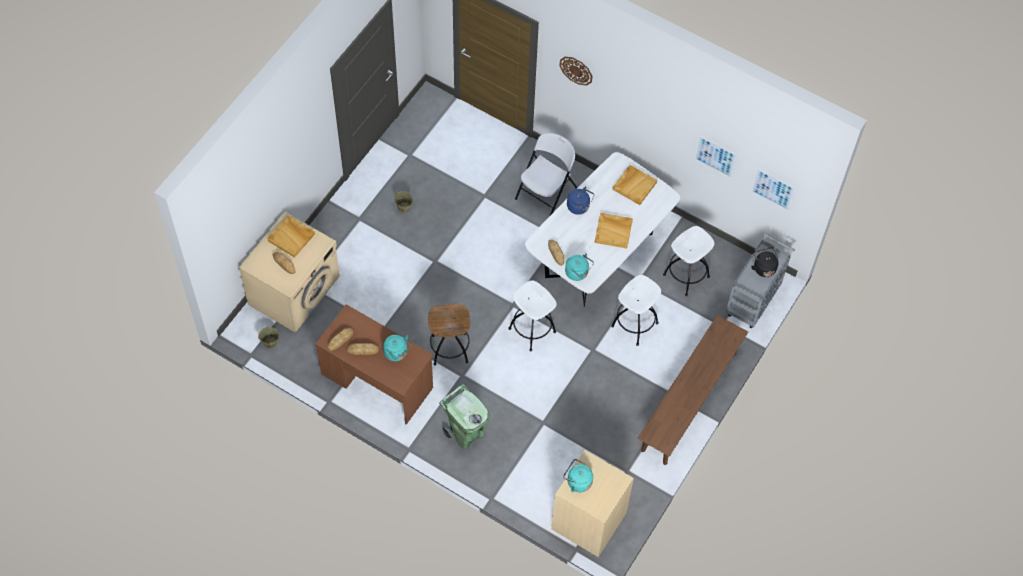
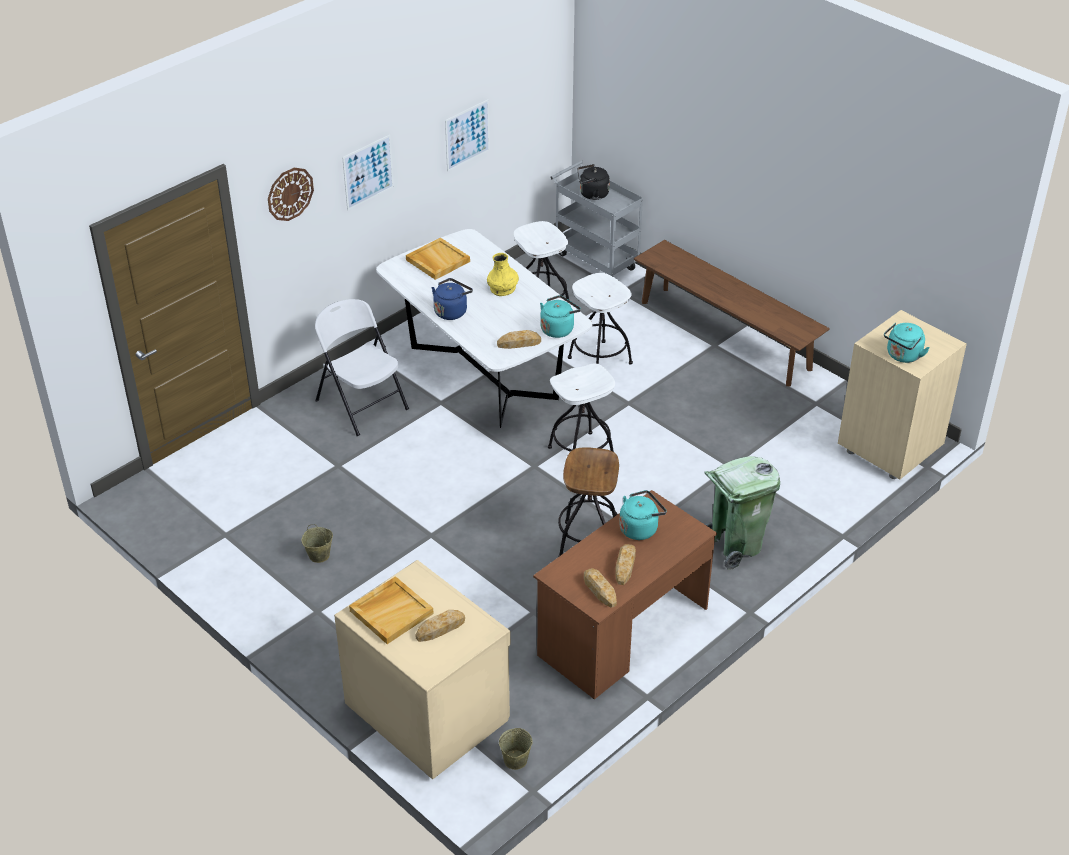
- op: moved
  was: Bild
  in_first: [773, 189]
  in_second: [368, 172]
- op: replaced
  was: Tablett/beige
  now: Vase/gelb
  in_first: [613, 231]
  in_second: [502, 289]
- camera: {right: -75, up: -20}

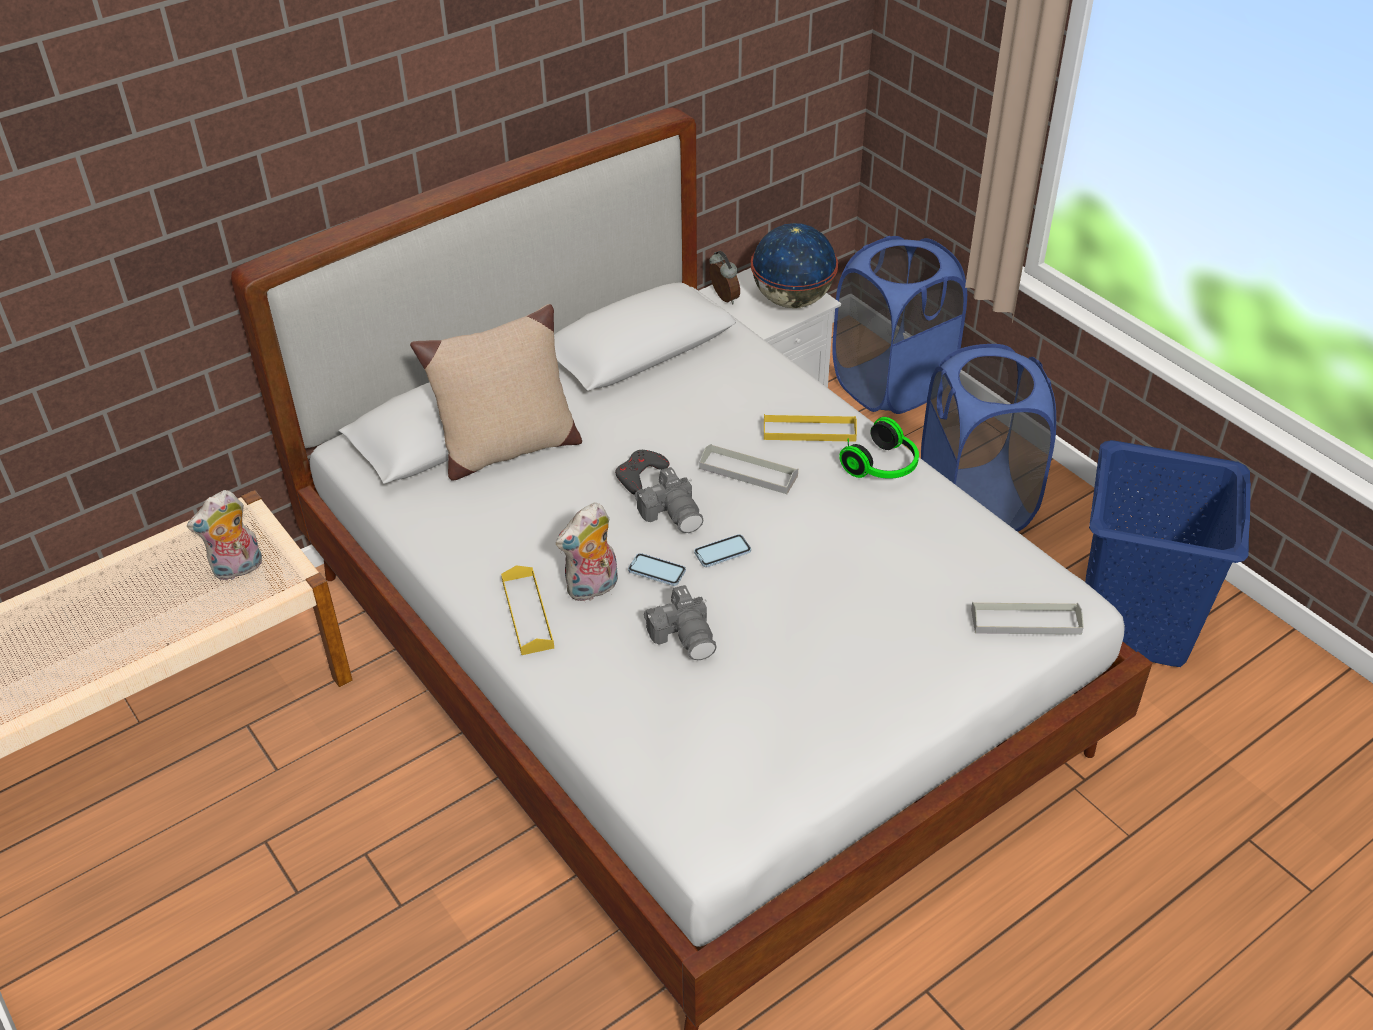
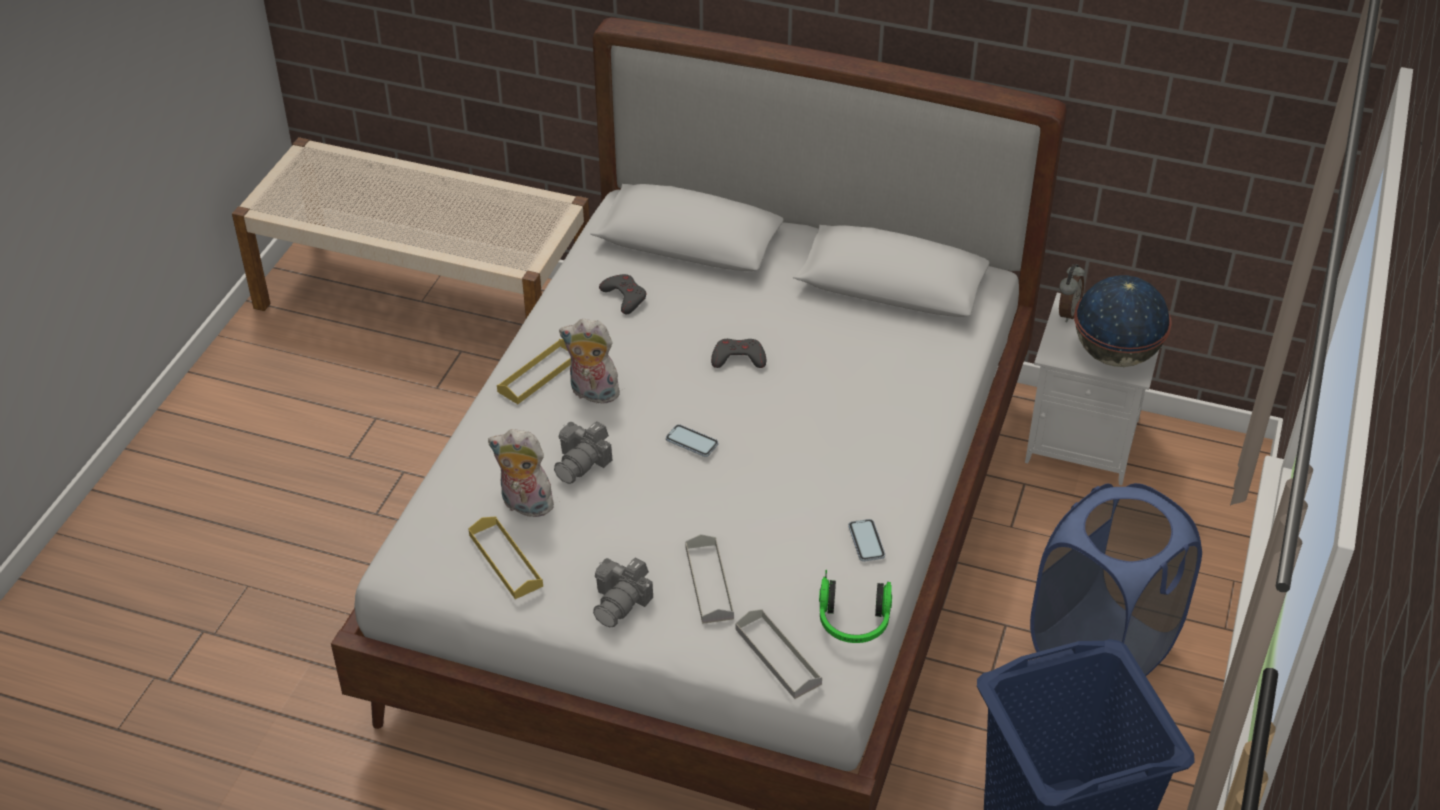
- op: removed
  was: Wäschekorb/blau
  in_first: [891, 384]
- op: removed
  was: Kissen/beige
  in_first: [507, 449]
- op: moved
  was: Tablett/gelb
  in_first: [809, 431]
  in_second: [505, 560]
- op: moved
  was: Kopfhörer
  in_first: [883, 467]
  in_second: [853, 624]
- op: moved
  was: Tablett/grau
  in_first: [748, 472]
  in_second: [709, 583]
- op: moved
  was: Kamera
  in_first: [673, 513]
  in_second: [621, 601]
- op: moved
  was: Plüschtier
  in_first: [237, 569]
  in_second: [524, 505]
- op: moved
  was: Handy
  in_first: [657, 571]
  in_second: [866, 541]
- op: added
  now: Gamepad/grau
  in_second: [624, 297]
- camera: {right: 55, up: 0}

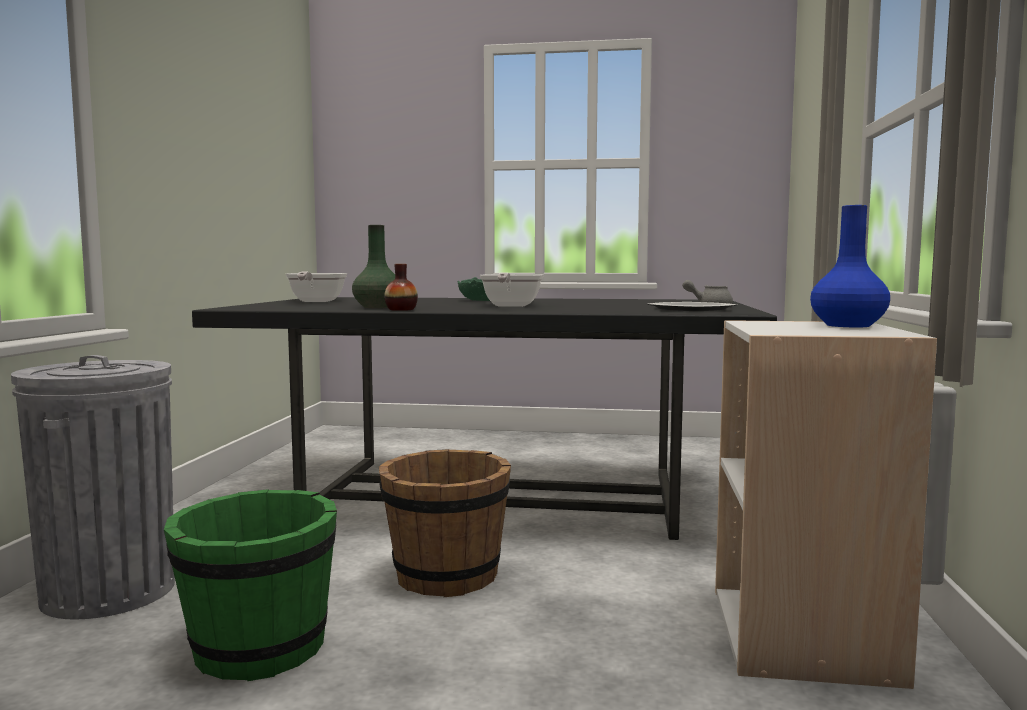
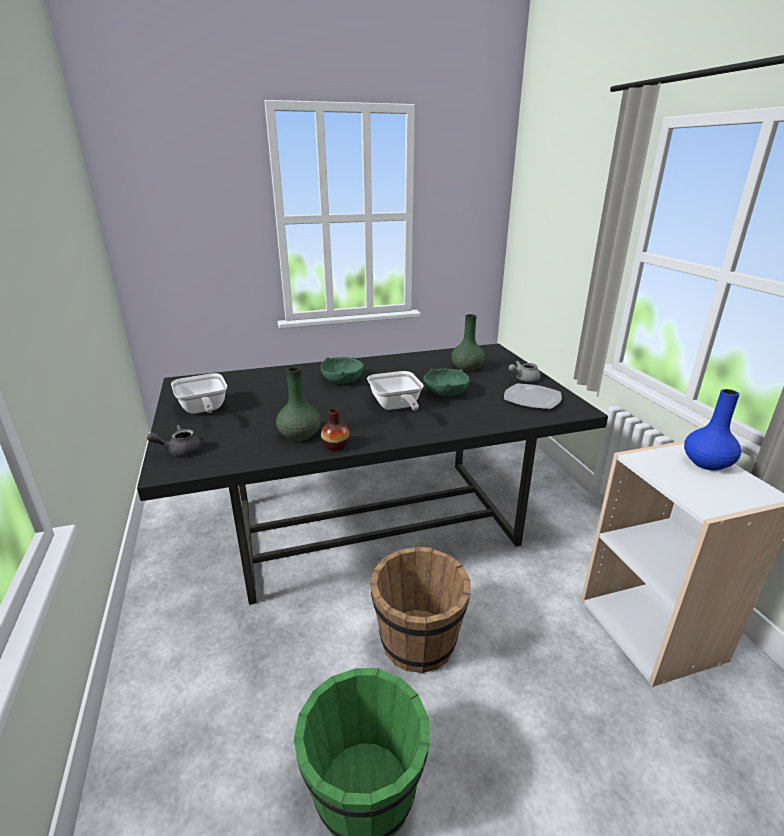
- op: removed
  was: Mülleimer/grau
  in_first: [109, 591]
- op: added
  now: Vase/grün
  in_second: [467, 368]
- op: added
  now: Schüssel/grün
  in_second: [446, 392]
- op: added
  now: Teekanne/grau
  in_second: [180, 450]
- camera: {right: -25, up: 20}

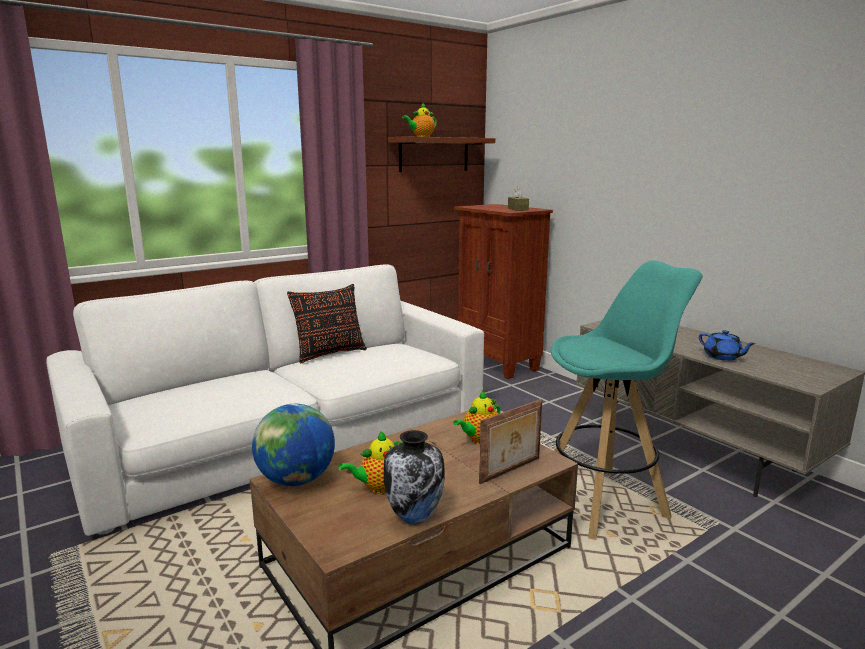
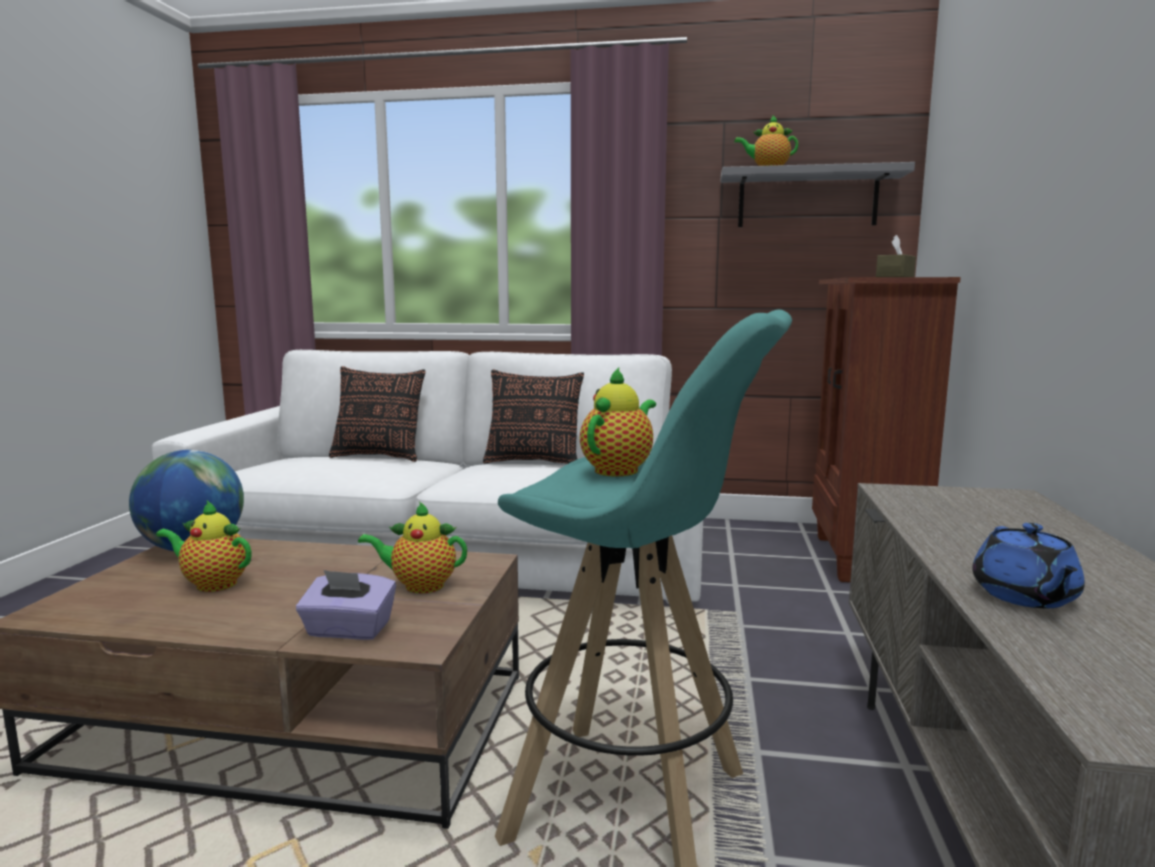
- op: recoloured
  was: Wandregal/braun
  now: Wandregal/grau
  in_first: [434, 154]
  in_second: [807, 199]
- op: replaced
  was: Bilderrahmen
  now: Taschentuchbox/lila
  in_first: [511, 471]
  in_second: [348, 630]
- op: removed
  was: Vase
  in_first: [415, 517]
- op: added
  now: Kissen/schwarz
  in_second: [379, 457]
- op: added
  now: Teekanne
  in_second: [619, 470]
- camera: {right: 45, up: -5}

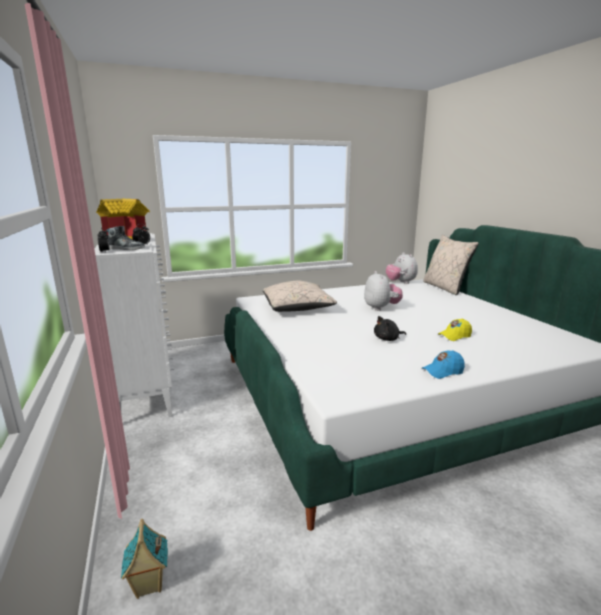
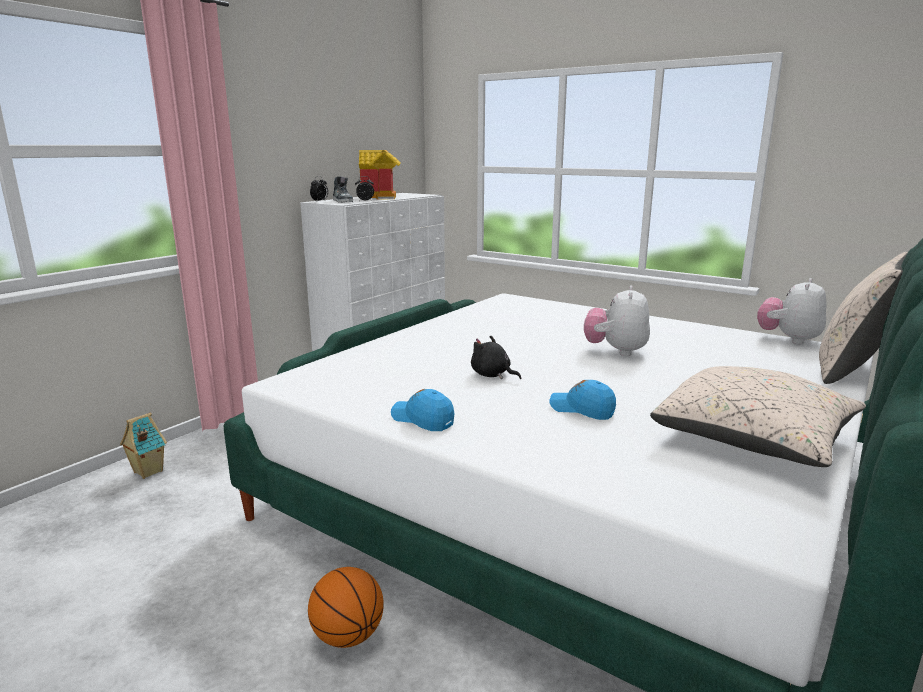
- op: turned
  was: Plüschtier
  in_first: [381, 308]
  in_second: [615, 351]
  clockwise: 150
- op: moved
  was: Kissen/beige
  in_first: [297, 308]
  in_second: [754, 440]
- op: recoloured
  was: Kappe/gelb
  now: Kappe/blau
  in_first: [454, 336]
  in_second: [582, 409]
- op: added
  now: Basketball
  in_second: [348, 636]
- camera: {right: 55, up: 0}

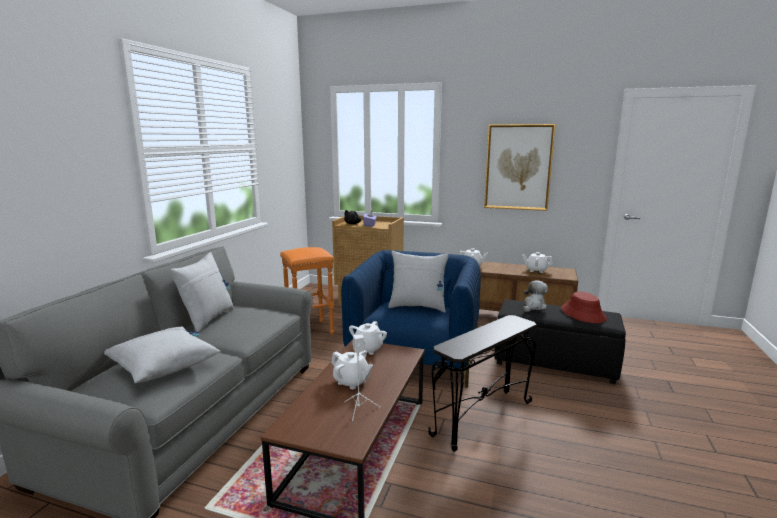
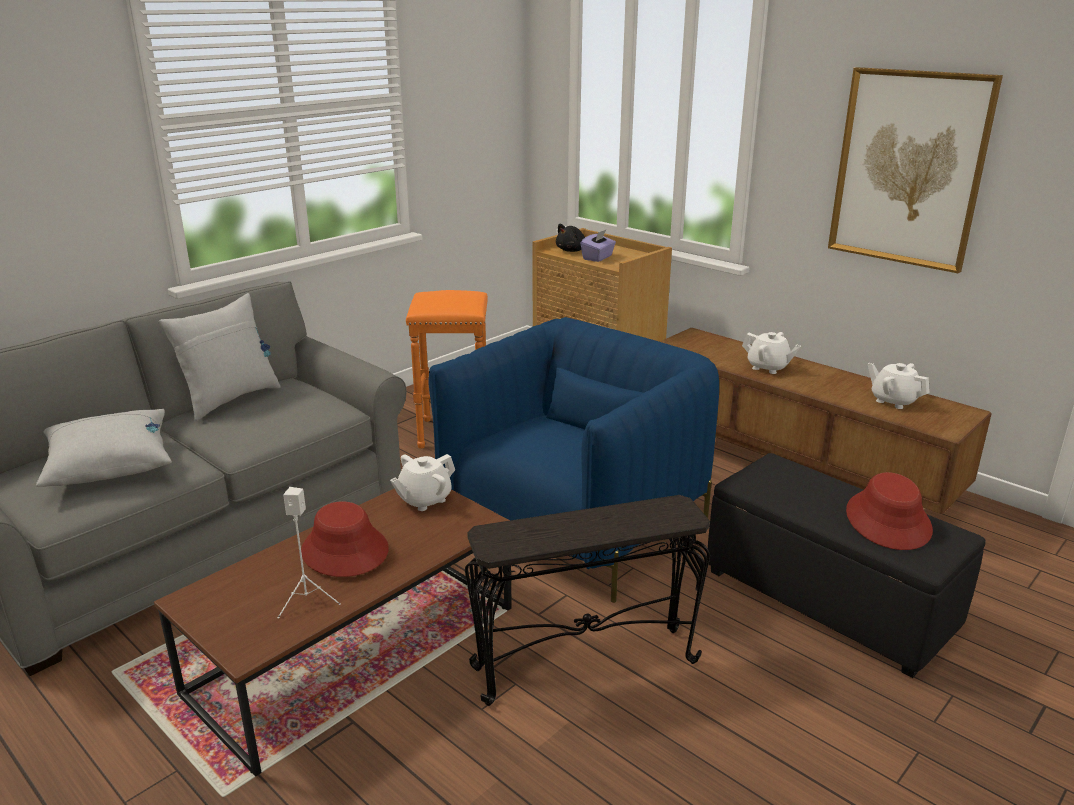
- op: removed
  was: Kissen/grau
  in_first: [417, 307]
- op: removed
  was: Plüschtier
  in_first: [533, 306]
- op: replaced
  was: Teekanne/weiß
  now: Hut/rot
  in_first: [351, 382]
  in_second: [344, 551]
- camera: {right: 25, up: 10}

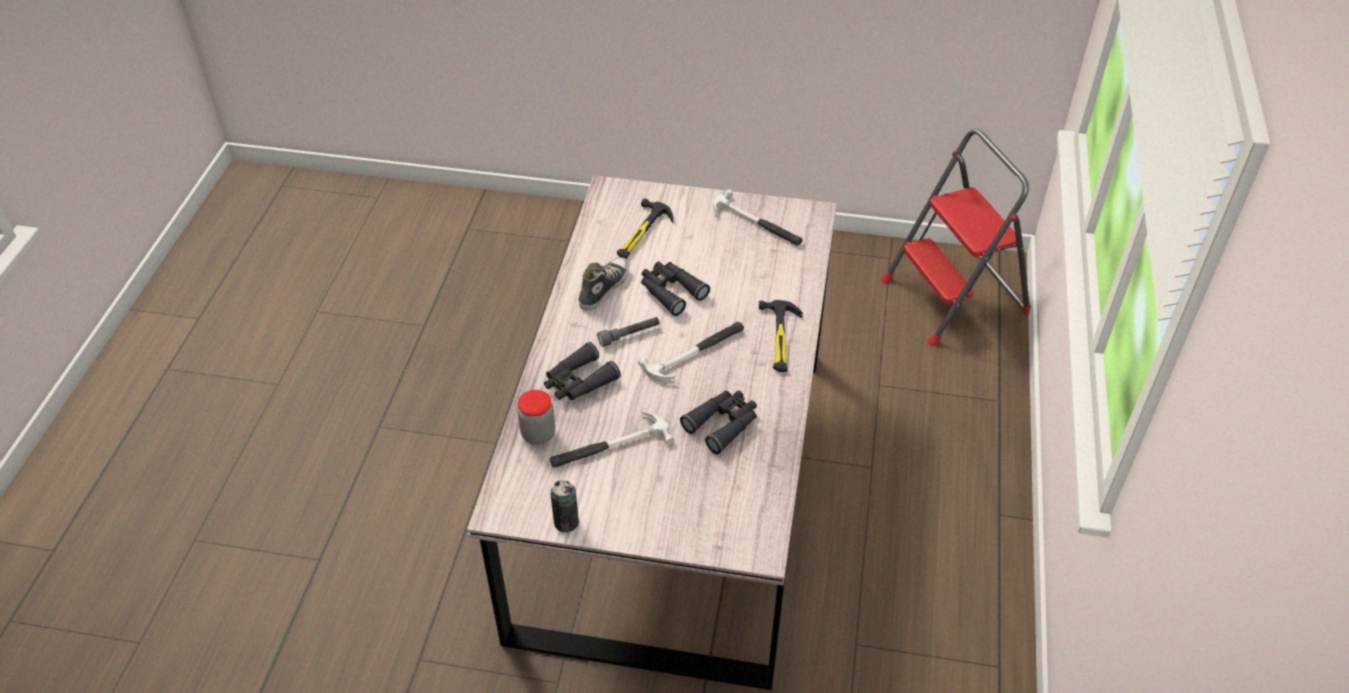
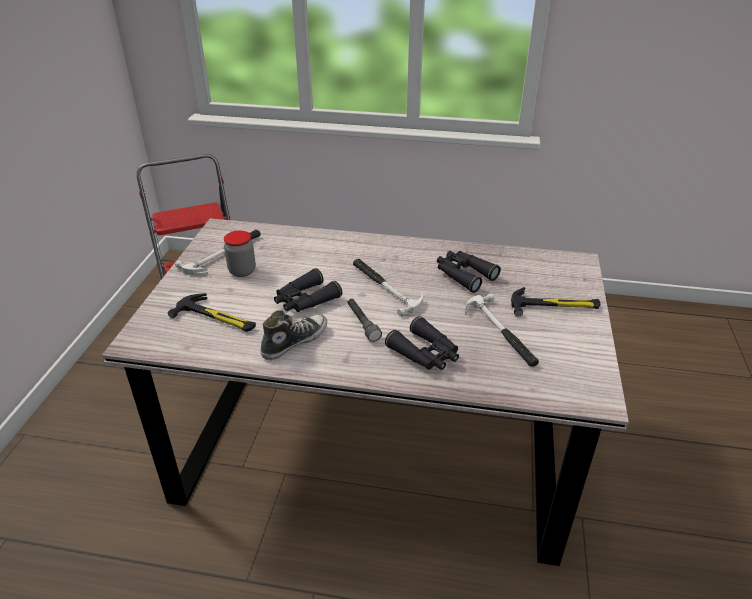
- op: turned
  was: Schuh
  in_first: [603, 288]
  in_second: [294, 341]
  clockwise: 105
- op: moved
  was: Hammer
  in_first: [780, 338]
  in_second: [554, 305]
- op: moved
  was: Vorratsglas
  in_first: [538, 434]
  in_second: [242, 271]
- op: removed
  was: Dose
  in_first: [566, 522]
- camera: {right: -90, up: -10}

